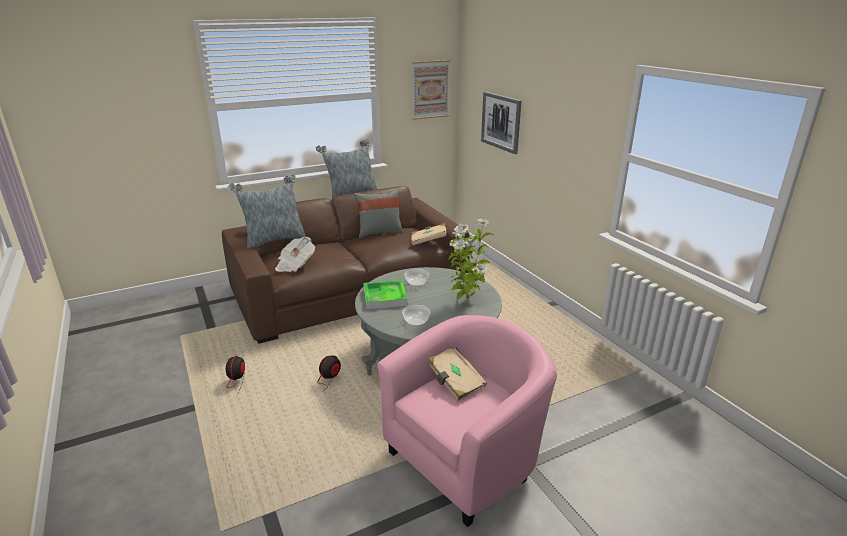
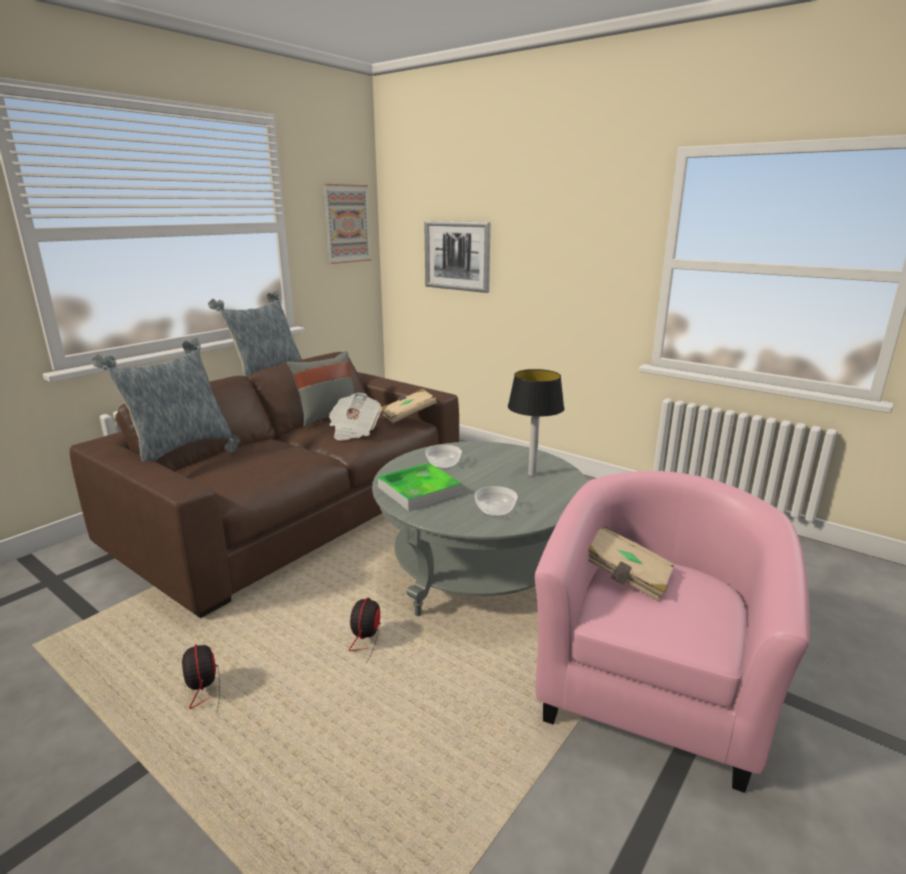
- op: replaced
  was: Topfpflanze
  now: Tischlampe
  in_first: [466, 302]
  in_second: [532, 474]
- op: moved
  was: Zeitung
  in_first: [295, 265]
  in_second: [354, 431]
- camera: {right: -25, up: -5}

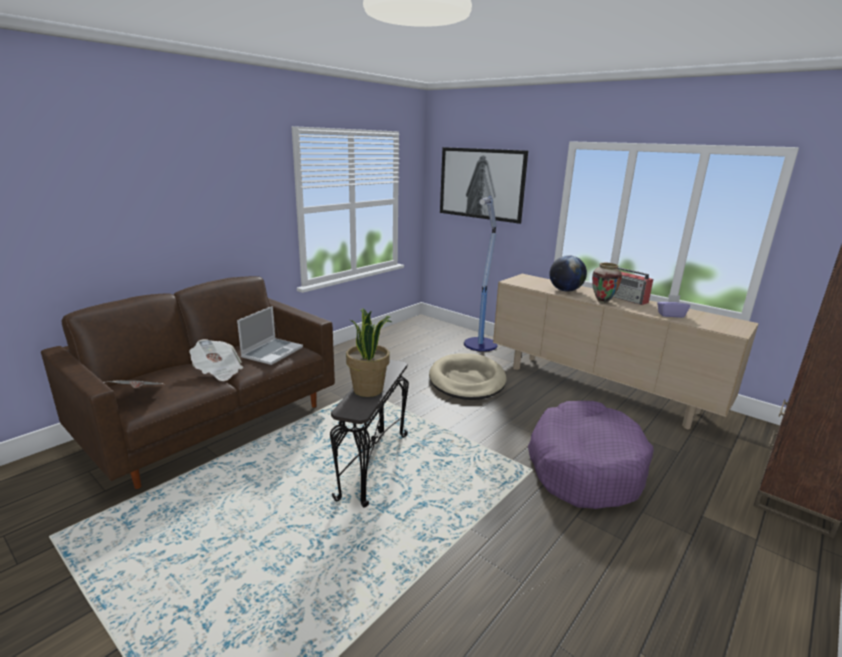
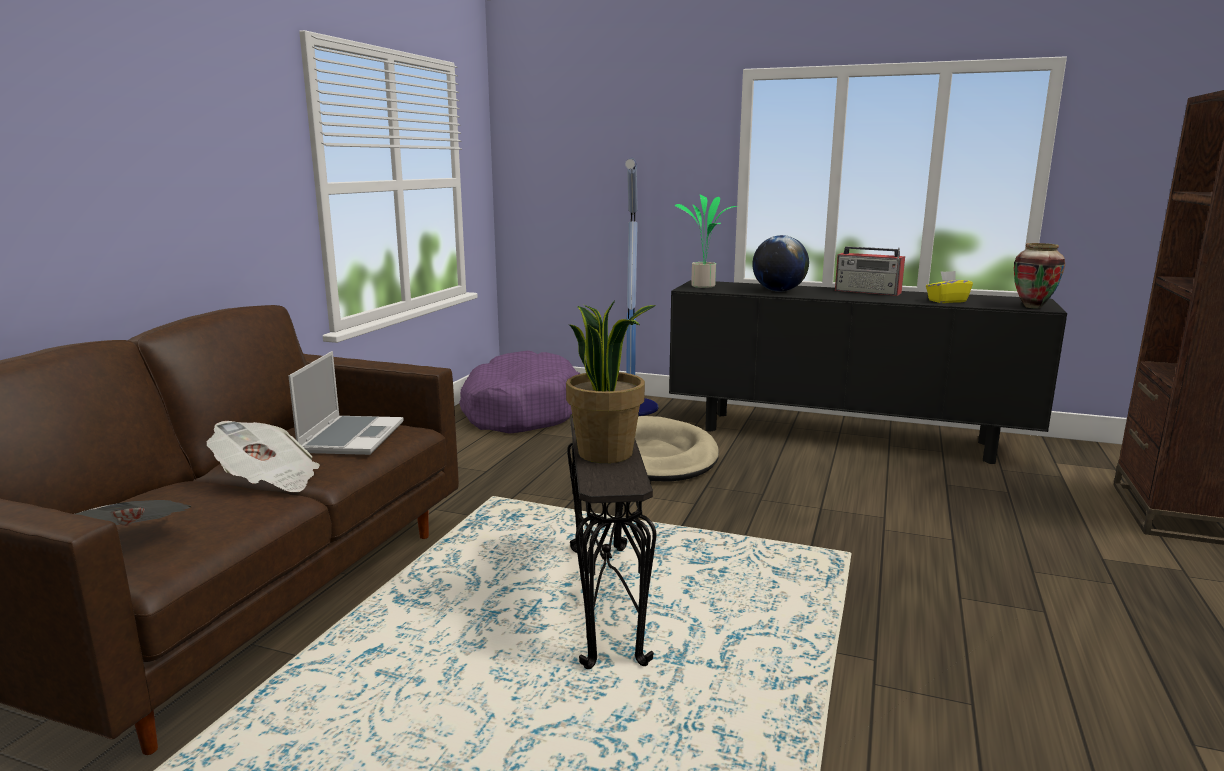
- op: removed
  was: Bild
  in_first: [481, 184]
- op: moved
  was: Vase
  in_first: [602, 301]
  in_second: [1033, 307]
- op: recoloured
  was: Schrank/beige
  now: Schrank/schwarz
  in_first: [599, 388]
  in_second: [844, 436]
- op: recoloured
  was: Taschentuchbox/lila
  now: Taschentuchbox/gelb
  in_first: [670, 315]
  in_second: [946, 301]
- op: moved
  was: Hundebett/lila
  in_first: [584, 466]
  in_second: [520, 411]
- op: added
  now: Topfpflanze
  in_second: [704, 286]
- camera: {right: -20, up: -5}

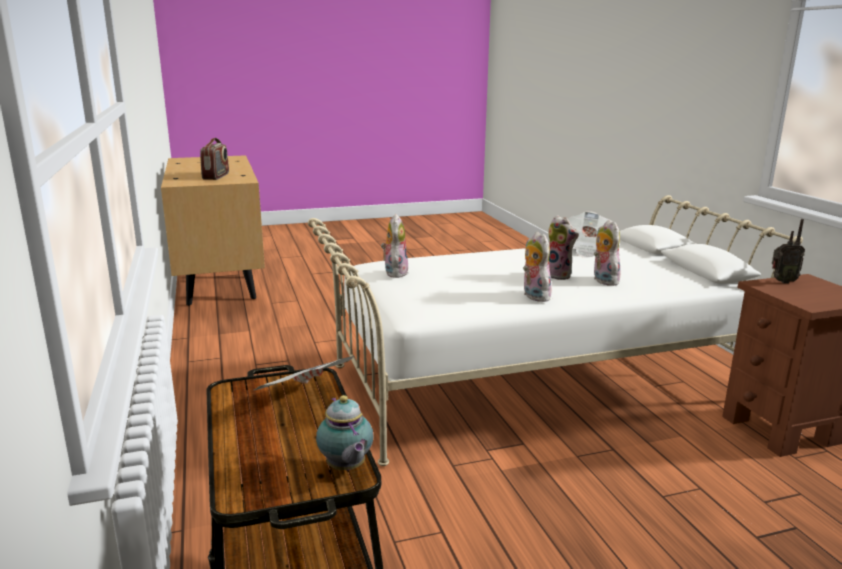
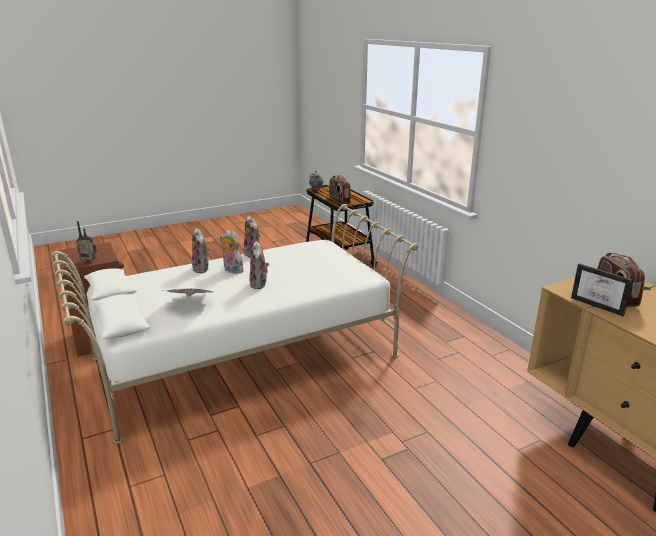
- op: moved
  was: Plüschtier
  in_first: [394, 272]
  in_second: [260, 284]
- op: replaced
  was: Zeitung
  now: Radio
  in_first: [304, 399]
  in_second: [339, 200]
- op: added
  now: Bilderrahmen
  in_second: [600, 305]
- camera: {right: 170, up: 5}

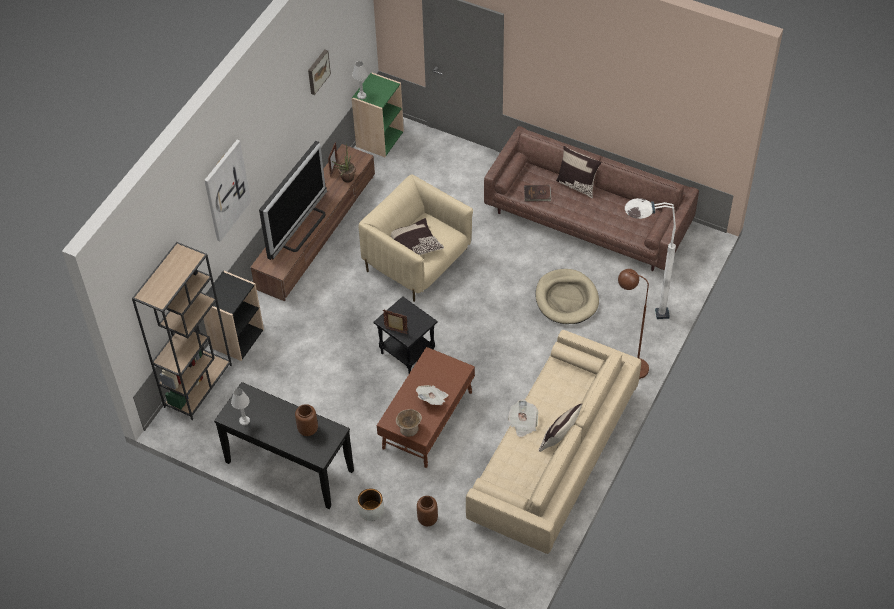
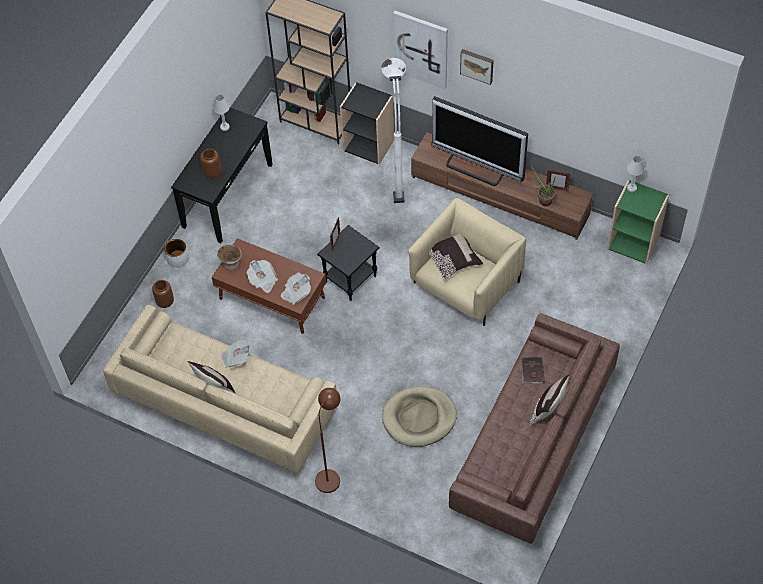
- op: moved
  was: Bild
  in_first: [317, 71]
  in_second: [477, 65]
- op: moved
  was: Stehlampe/weiß
  in_first: [636, 315]
  in_second: [397, 178]
- op: added
  now: Zeitung
  in_second: [296, 293]
- camera: {right: 90, up: 5}

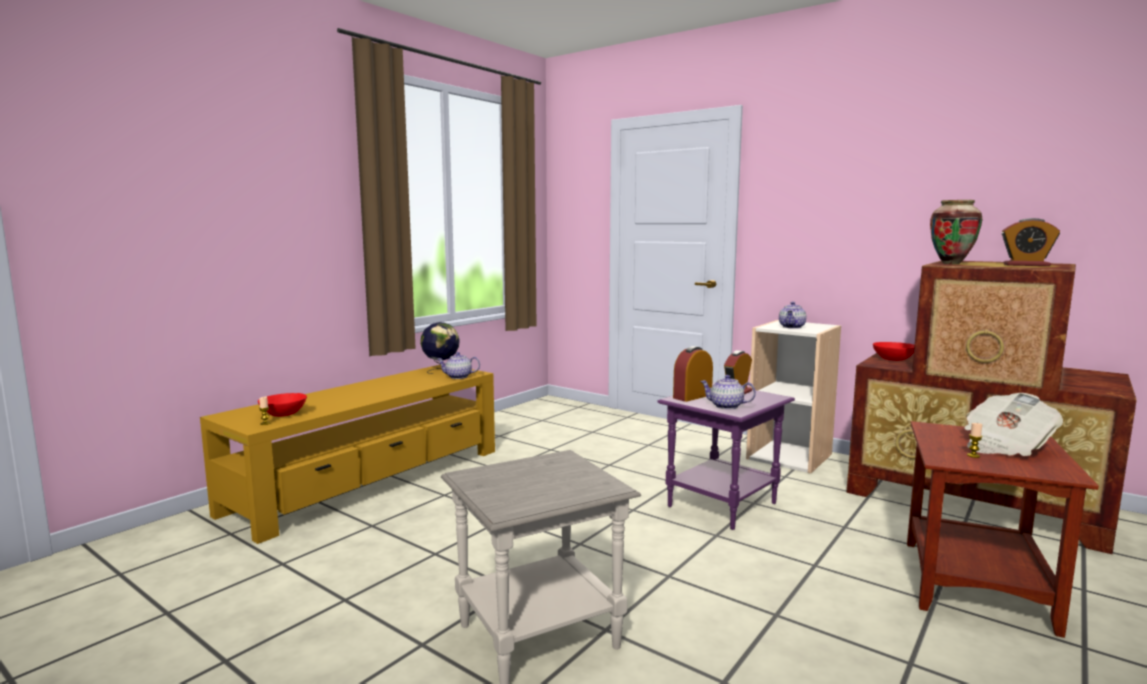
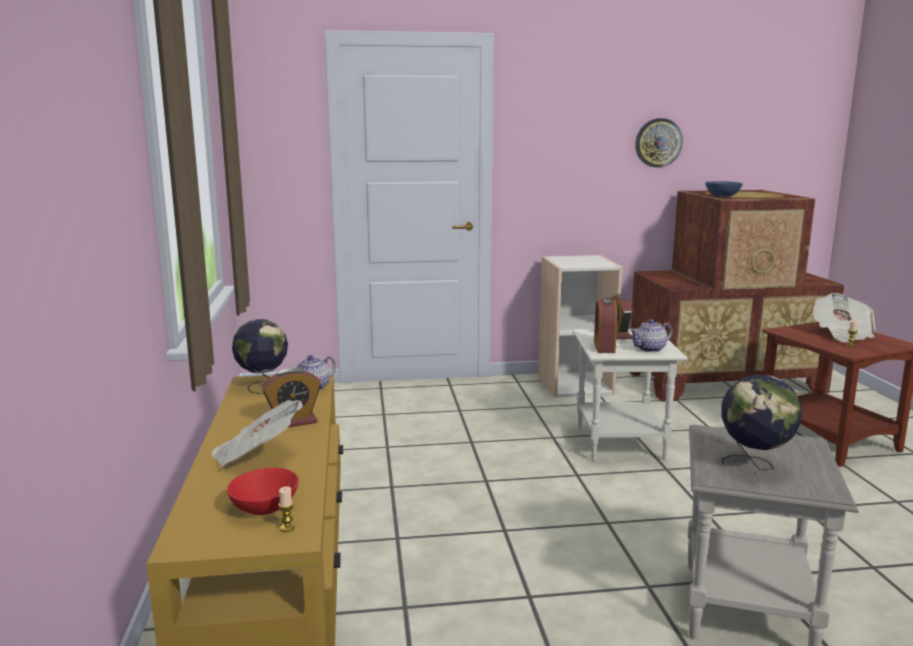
- op: replaced
  was: Vase
  now: Schüssel/blau
  in_first: [951, 263]
  in_second: [722, 196]
- op: moved
  was: Wecker
  in_first: [1026, 265]
  in_second: [293, 422]
- op: removed
  was: Teekanne
  in_first: [792, 327]
- op: removed
  was: Schüssel/rot
  in_first: [894, 359]
- op: recoloured
  was: Beistelltisch/lila
  now: Beistelltisch/weiß
  in_first: [721, 505]
  in_second: [620, 443]
- op: added
  now: Wanduhr
  in_second: [658, 143]
- op: added
  now: Globus
  in_second: [755, 465]
- op: added
  now: Zeitung
  in_second: [256, 455]
- camera: {right: -45, up: 5}

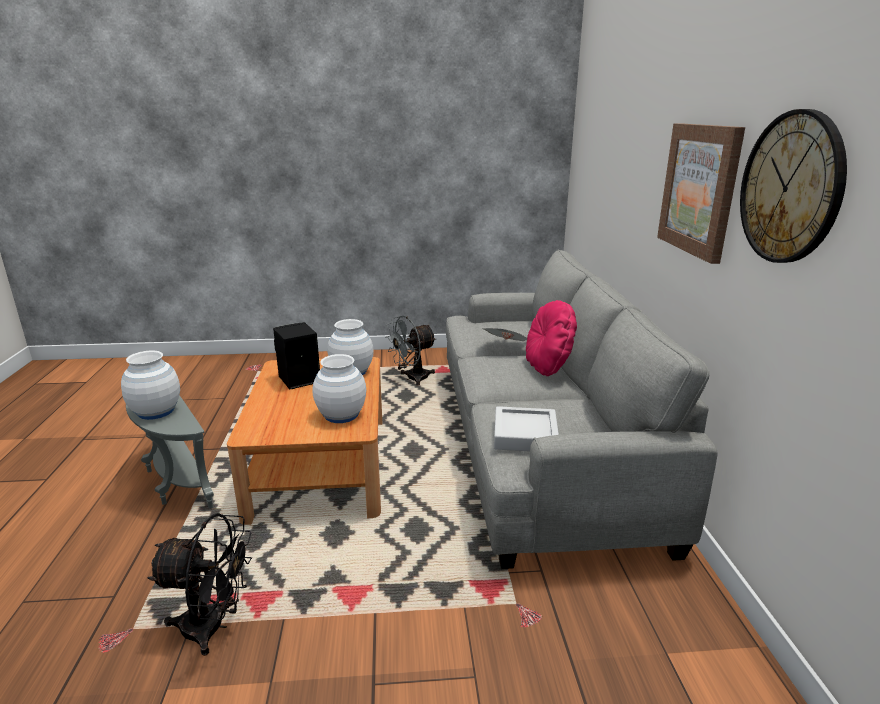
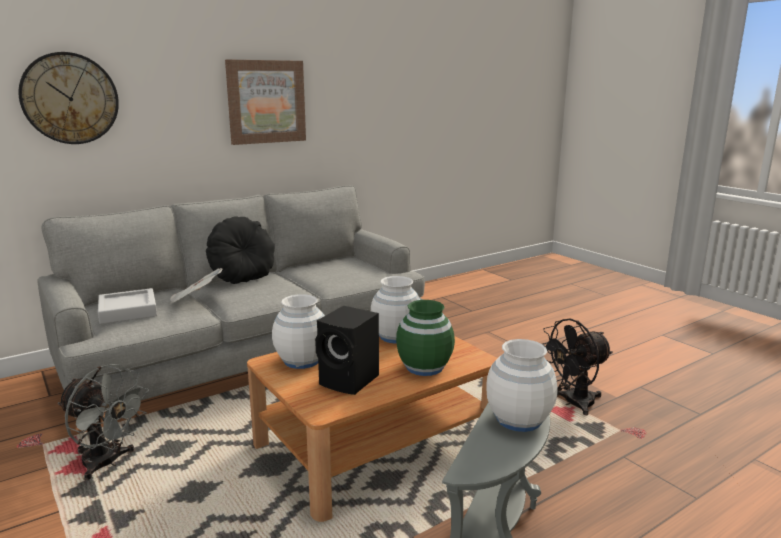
- op: moved
  was: Wanduhr
  in_first: [790, 188]
  in_second: [70, 98]
- op: recoloured
  was: Kissen/rosa
  now: Kissen/schwarz
  in_first: [548, 368]
  in_second: [243, 280]
- op: moved
  was: Tablett/grau
  in_first: [525, 435]
  in_second: [128, 311]
- op: turned
  was: Ventilator/schwarz
  in_first: [214, 627]
  in_second: [573, 403]
  clockwise: -90
- op: added
  now: Vase/grün
  in_second: [425, 367]
- camera: {right: -120, up: -5}

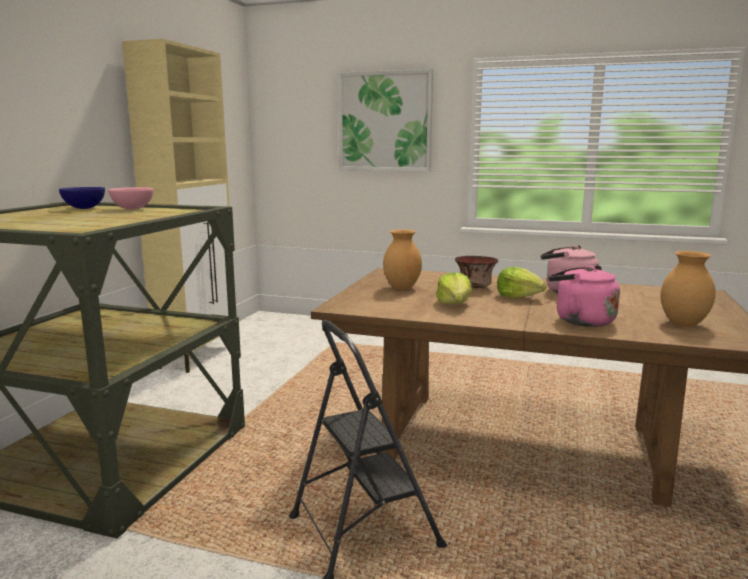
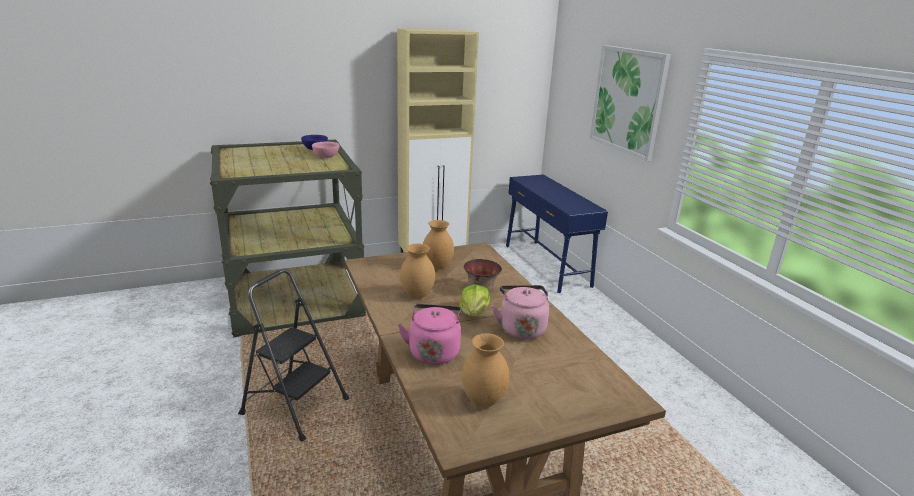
- op: replaced
  was: Salatkopf
  now: Vase/braun
  in_first: [454, 304]
  in_second: [418, 295]
- op: added
  now: Konsolentisch/blau
  in_second: [545, 265]
- camera: {right: 50, up: 10}

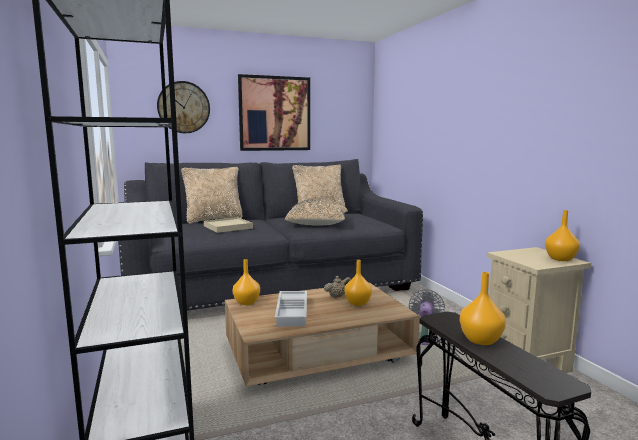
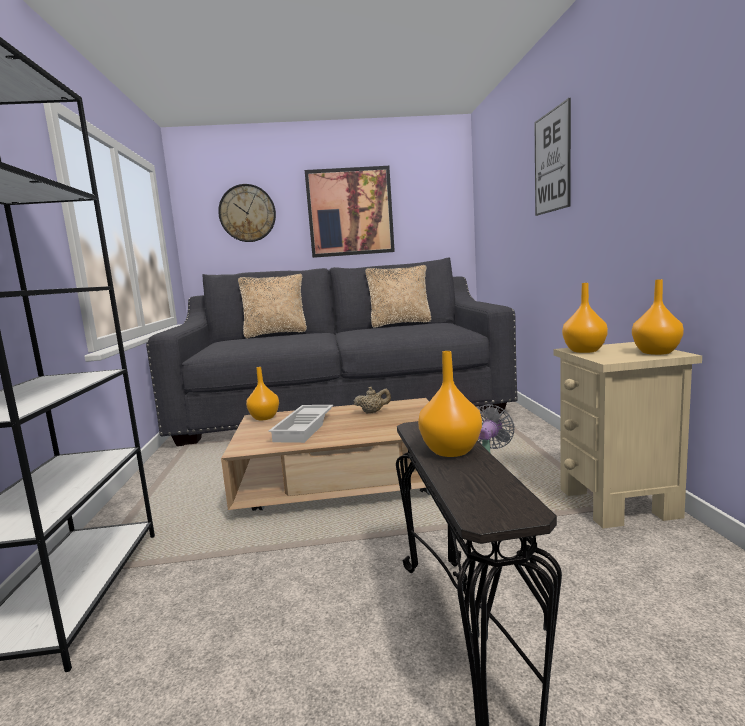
- op: removed
  was: Kissen/beige
  in_first: [317, 223]
- op: removed
  was: Tablett/beige
  in_first: [228, 227]
- op: moved
  was: Vase/orange
  in_first: [357, 303]
  in_second: [584, 350]
- op: added
  now: Bild
  in_second: [552, 162]
- camera: {right: 15, up: 0}

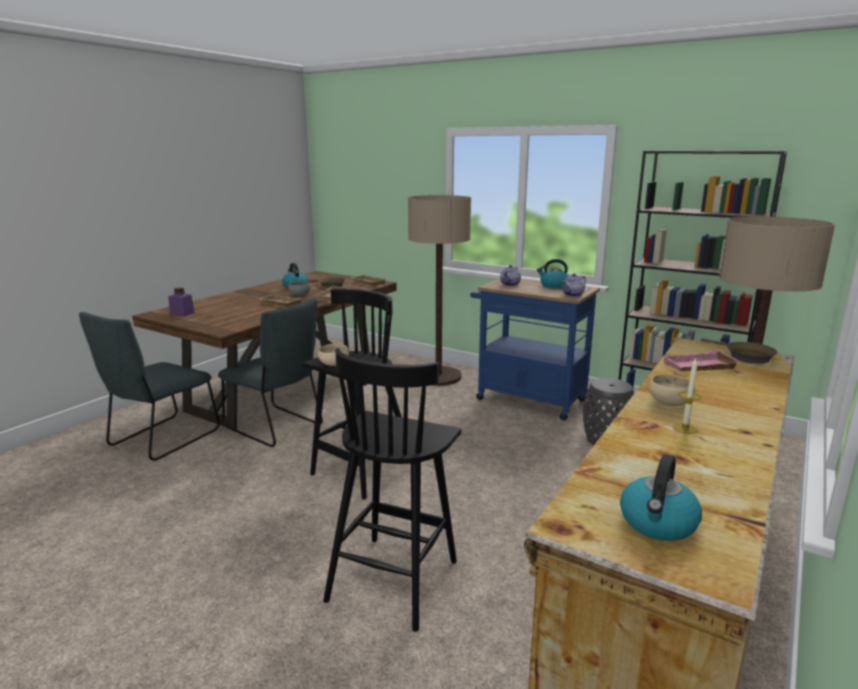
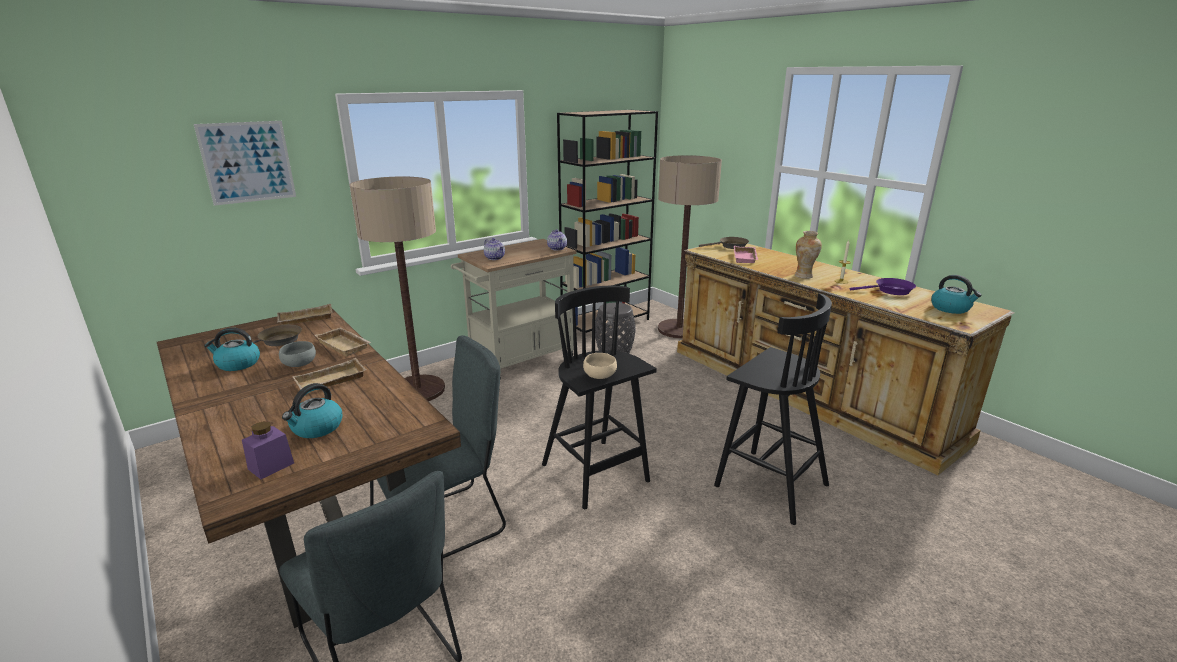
- op: moved
  was: Wasserkessel
  in_first: [553, 286]
  in_second: [316, 428]
- op: recoloured
  was: Rollwagen/blau
  now: Rollwagen/beige
  in_first: [527, 399]
  in_second: [519, 361]
- op: replaced
  was: Schüssel/beige
  now: Vase
  in_first: [668, 403]
  in_second: [804, 276]
- op: added
  now: Bild
  in_second: [247, 162]
- op: added
  now: Pfanne/lila
  in_second: [890, 291]
- camera: {right: -70, up: 5}

